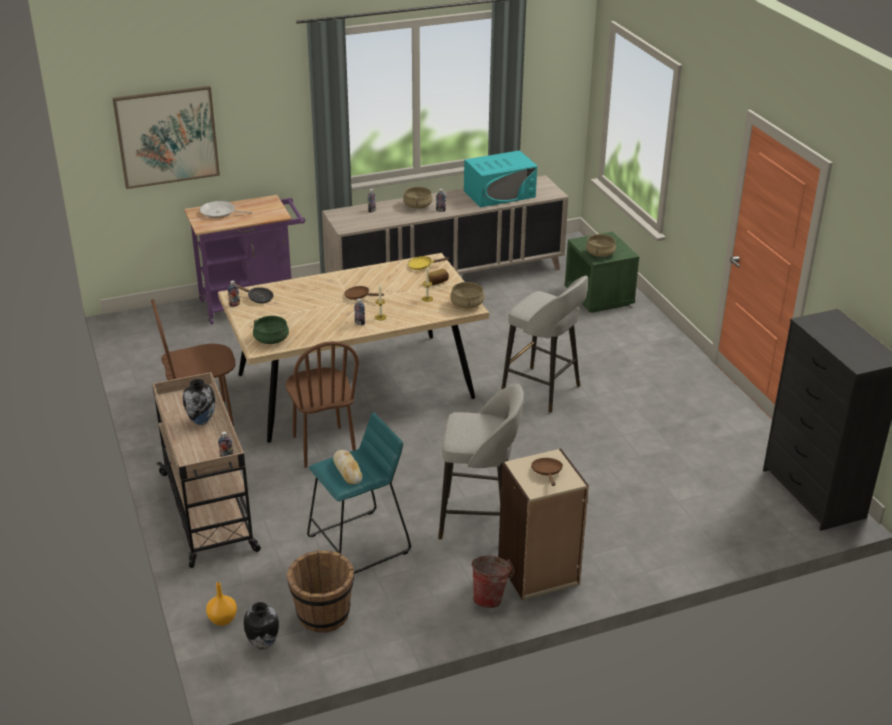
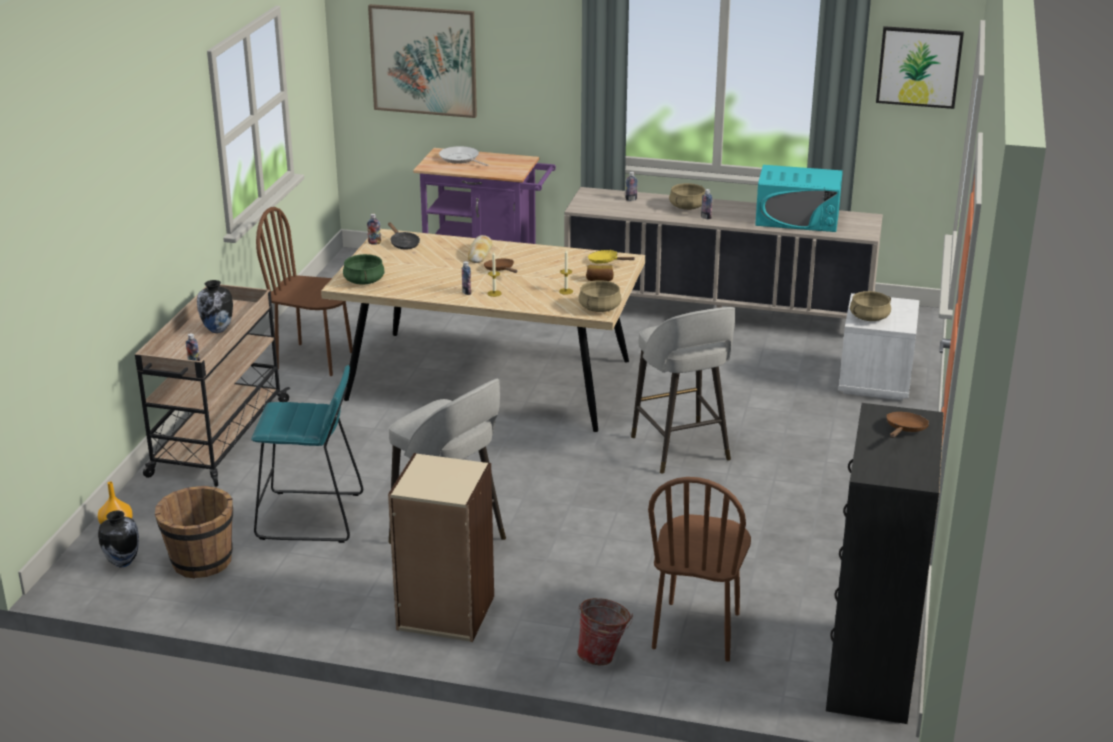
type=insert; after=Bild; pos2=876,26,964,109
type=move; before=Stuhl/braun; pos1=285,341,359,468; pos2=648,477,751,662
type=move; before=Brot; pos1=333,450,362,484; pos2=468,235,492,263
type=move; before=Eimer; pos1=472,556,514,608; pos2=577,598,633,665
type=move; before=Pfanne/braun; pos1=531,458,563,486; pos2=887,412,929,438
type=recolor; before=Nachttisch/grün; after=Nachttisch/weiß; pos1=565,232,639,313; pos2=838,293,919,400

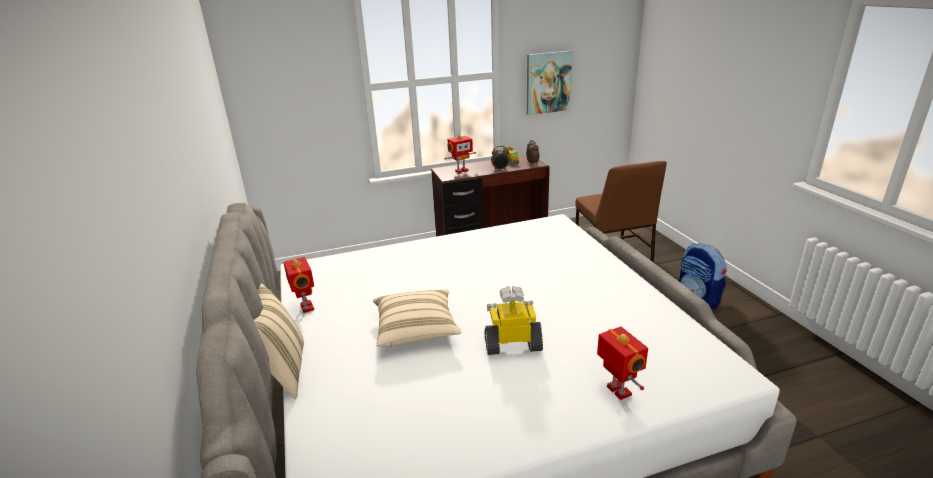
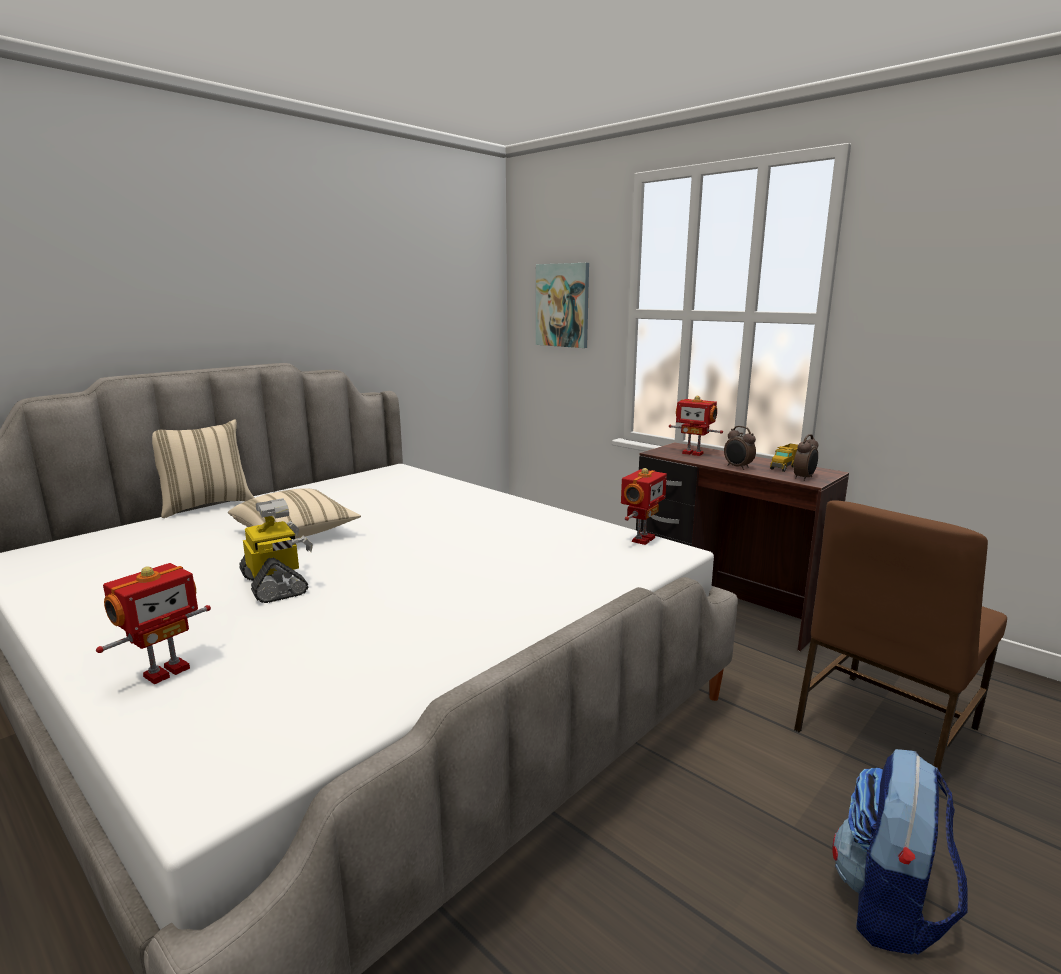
type=move; before=Spielzeugroboter; pos1=283,257,314,313; pos2=621,468,667,545
type=move; before=Bild; pos1=527,50,573,115; pos2=536,263,589,348

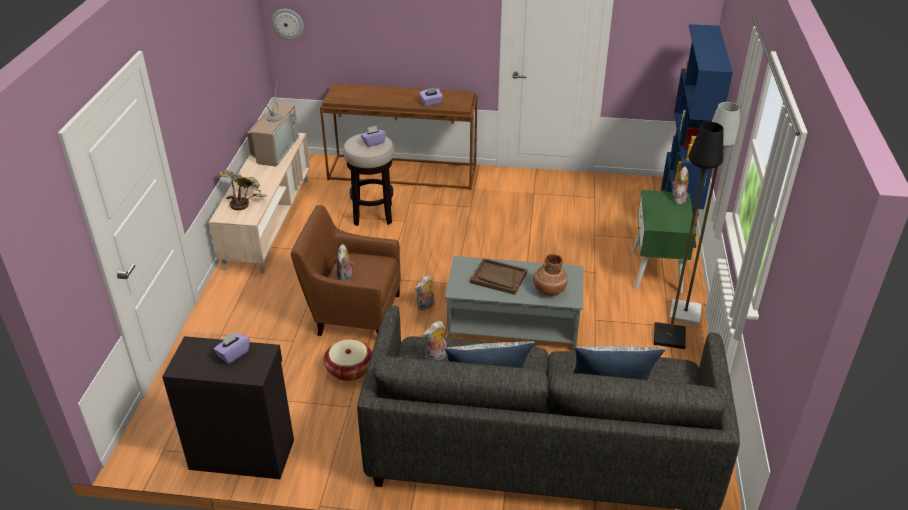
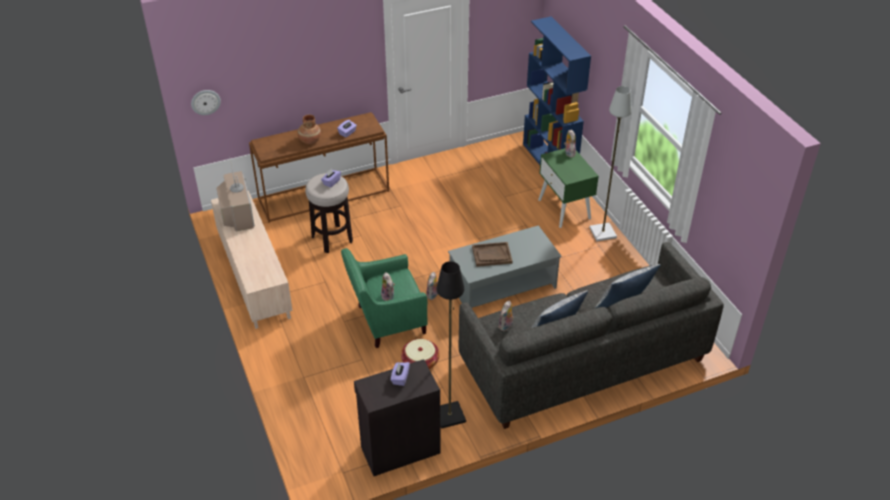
type=delete; before=Topfpflanze; pos1=218,170,267,210
type=move; before=Vase/braun; pos1=533,254,568,296; pos2=297,115,321,144
type=move; before=Stehlampe/schwarz; pos1=654,122,723,349; pos2=436,261,466,429
type=recolor; before=Sessel/braun; after=Sessel/grün; pos1=291,205,401,336; pos2=341,248,428,348

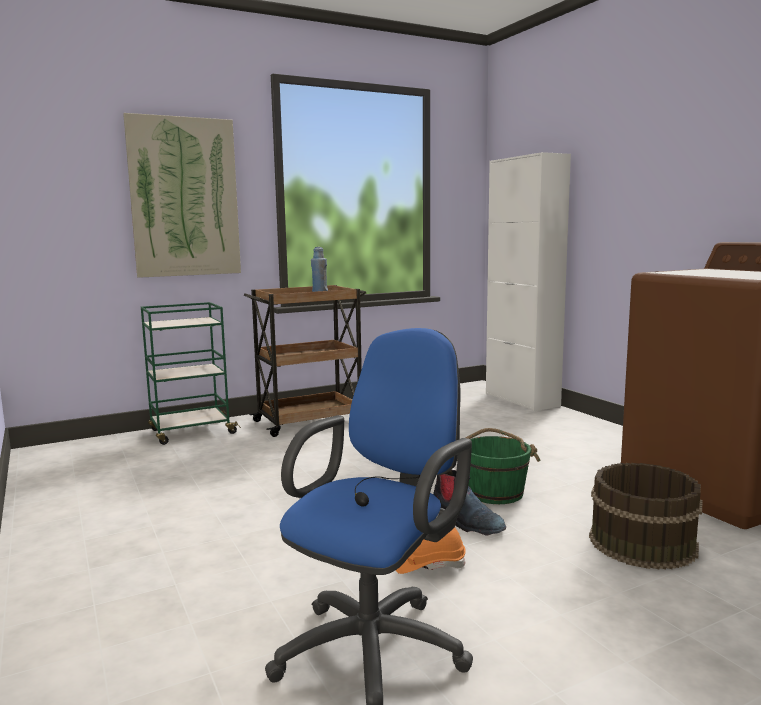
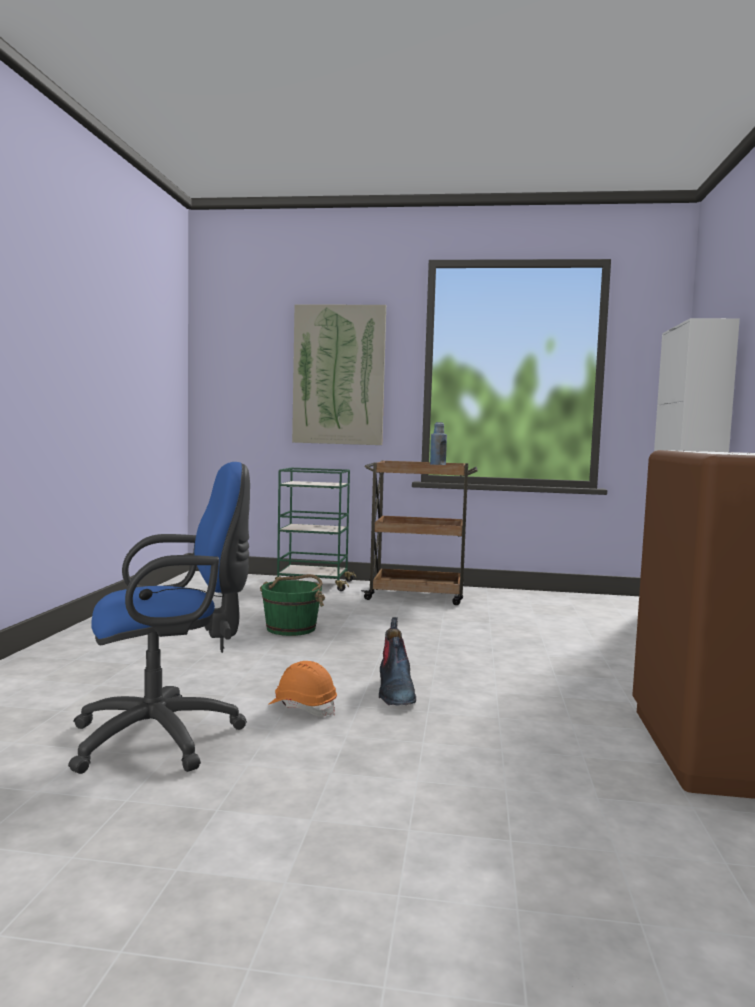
type=delete; before=Eimer/braun; pos1=589,463,702,570
type=move; before=Eimer/grün; pos1=466,428,540,504; pos2=260,574,325,636

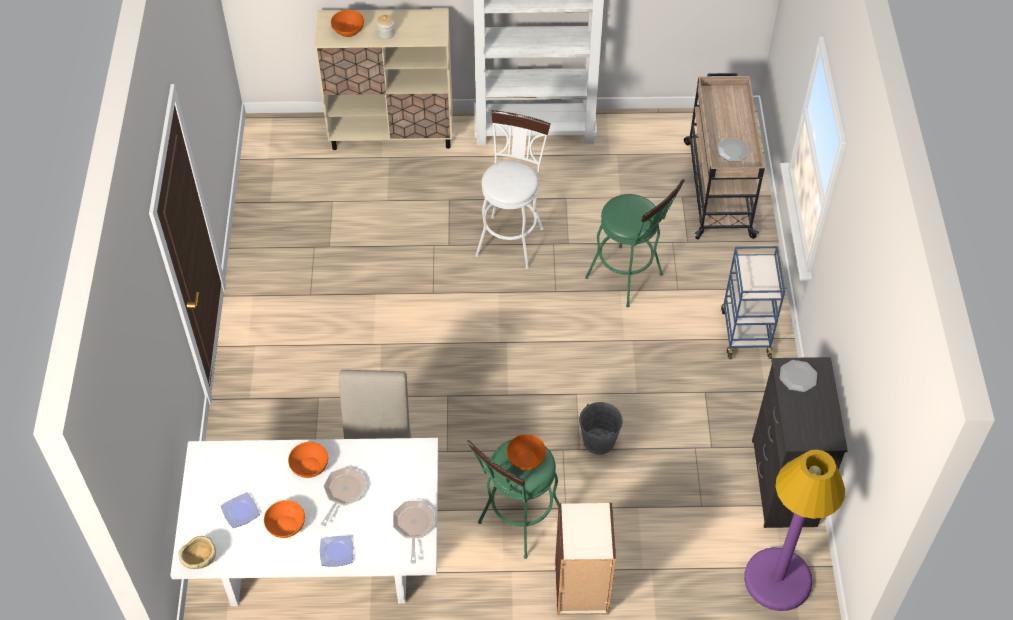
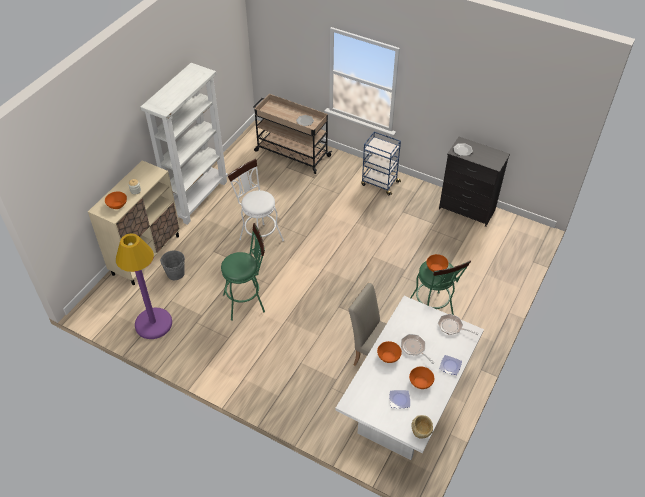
type=delete; before=Bücherregal; pos1=555,503,616,615
type=move; before=Eimer/grau; pos1=579,402,623,455; pos2=160,250,185,280
type=move; before=Hocker/grün; pos1=585,179,685,307; pos2=221,223,265,321
type=move; before=Stehlampe/lila; pos1=744,450,845,611; pos2=116,233,172,339

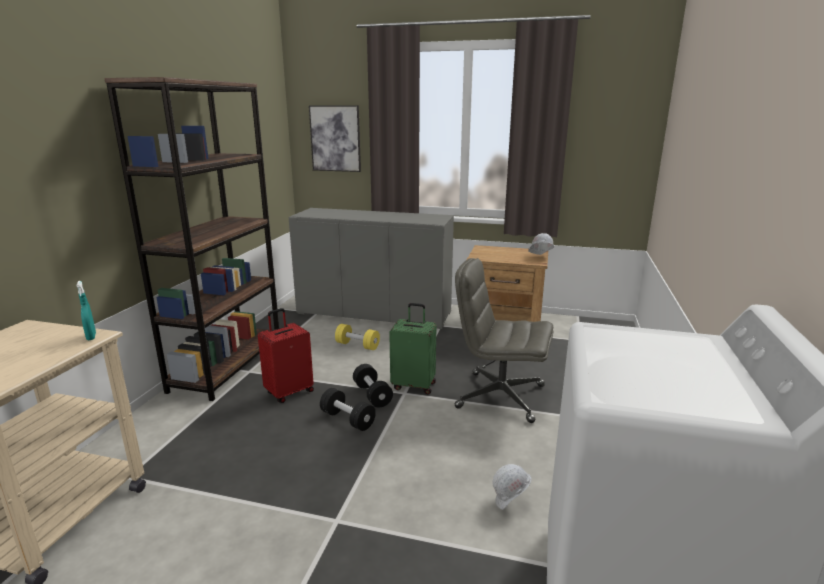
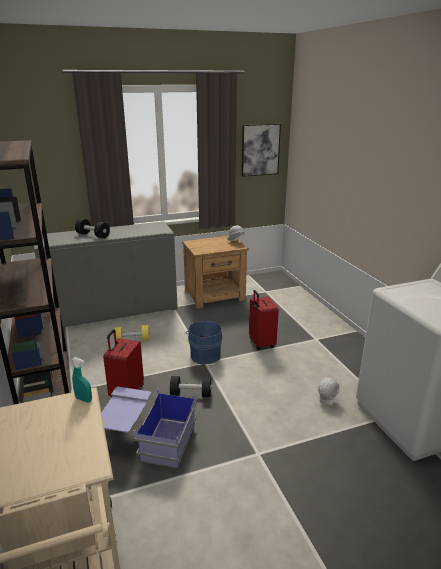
type=insert; after=Aufbewahrungsbox/blau; pos2=101,387,198,468
type=move; before=Bild; pos1=309,105,361,172; pos2=242,124,281,177
type=move; before=Hantel/schwarz; pos1=353,364,393,407; pos2=75,219,110,239
type=replace; before=Koffer/grün; after=Eimer/blau; pos1=389,303,437,394; pos2=186,321,222,365
type=replace; before=Bürostuhl/grau; after=Koffer/rot; pos1=455,258,553,423; pos2=249,290,279,350

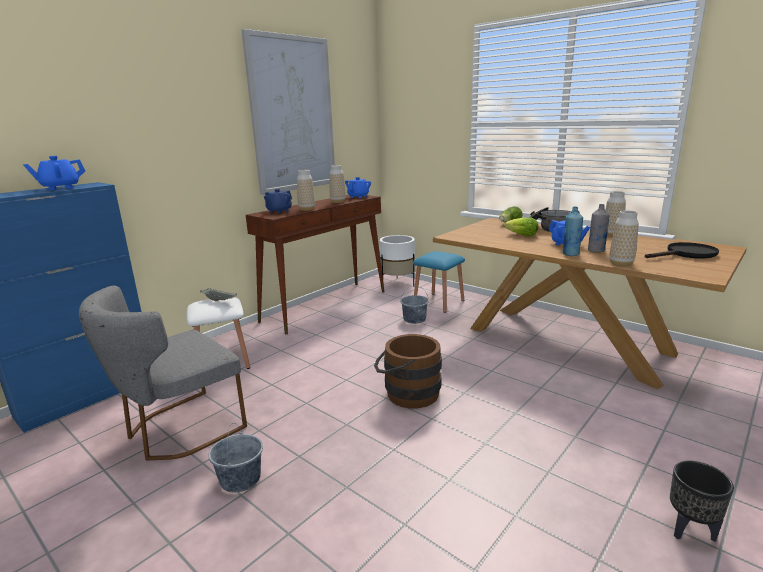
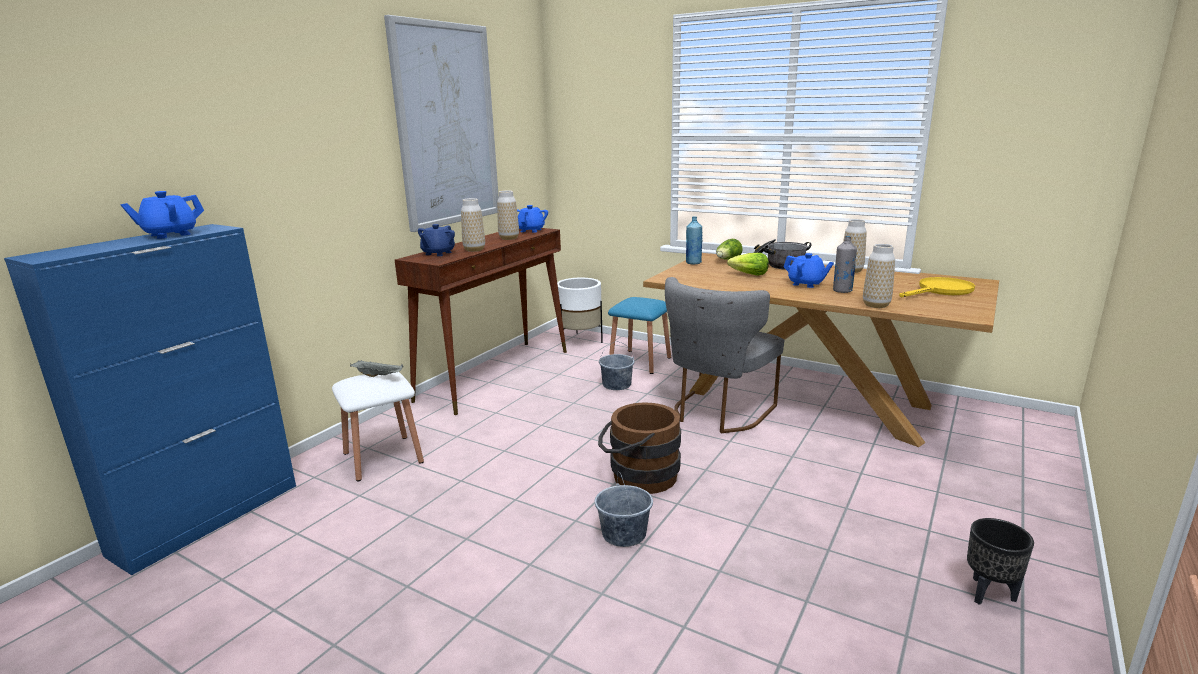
type=move; before=Stuhl/grau; pos1=79,286,247,460; pos2=665,277,784,433
type=move; before=Eimer/grau; pos1=208,423,263,492; pos2=595,471,653,547
type=move; before=Flasche/blau; pos1=563,207,583,256; pos2=686,217,703,265
type=recolor; before=Pfanne/schwarz; after=Pfanne/gelb; pos1=645,242,719,259; pos2=899,277,975,297

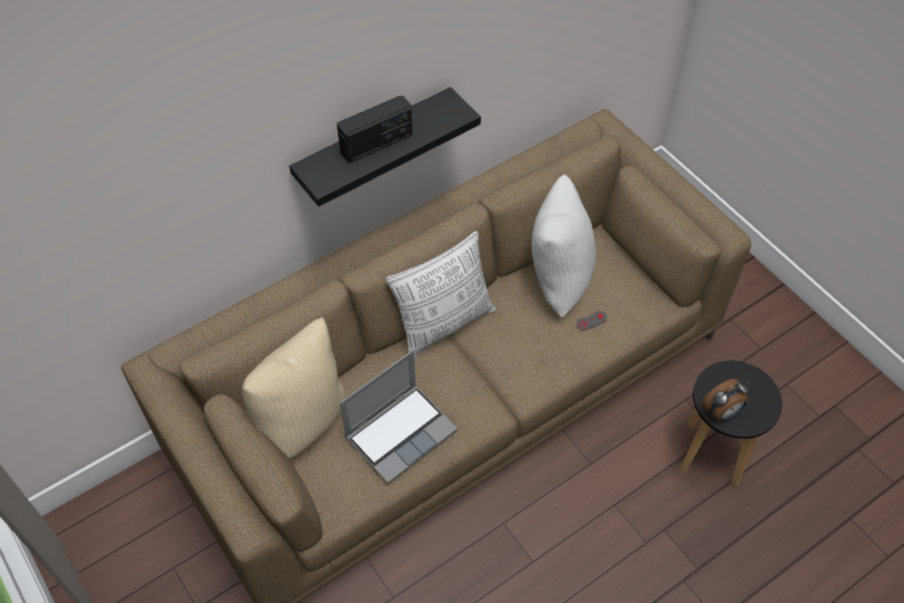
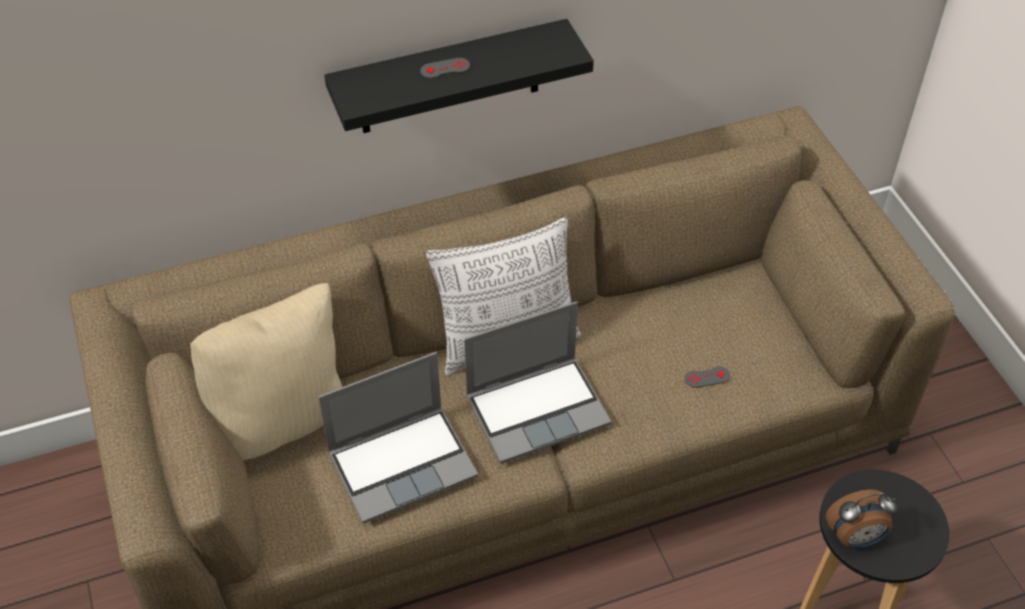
type=delete; before=Kissen/weiß; pos1=532,174,596,317
type=insert; after=Laptop; pos2=464,301,612,464
type=replace; before=Radio; after=Gamepad/grau; pos1=337,95,413,163; pos2=420,58,470,79

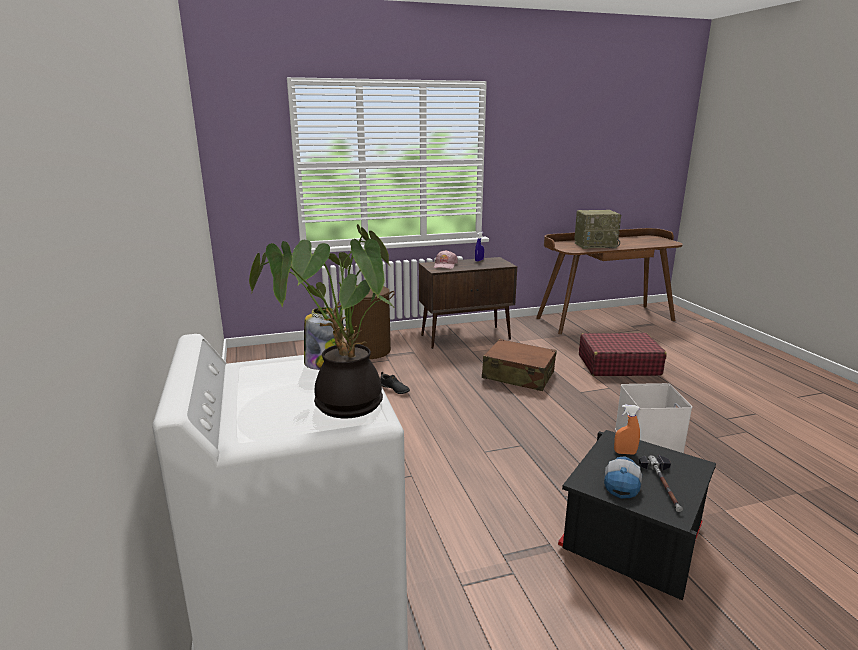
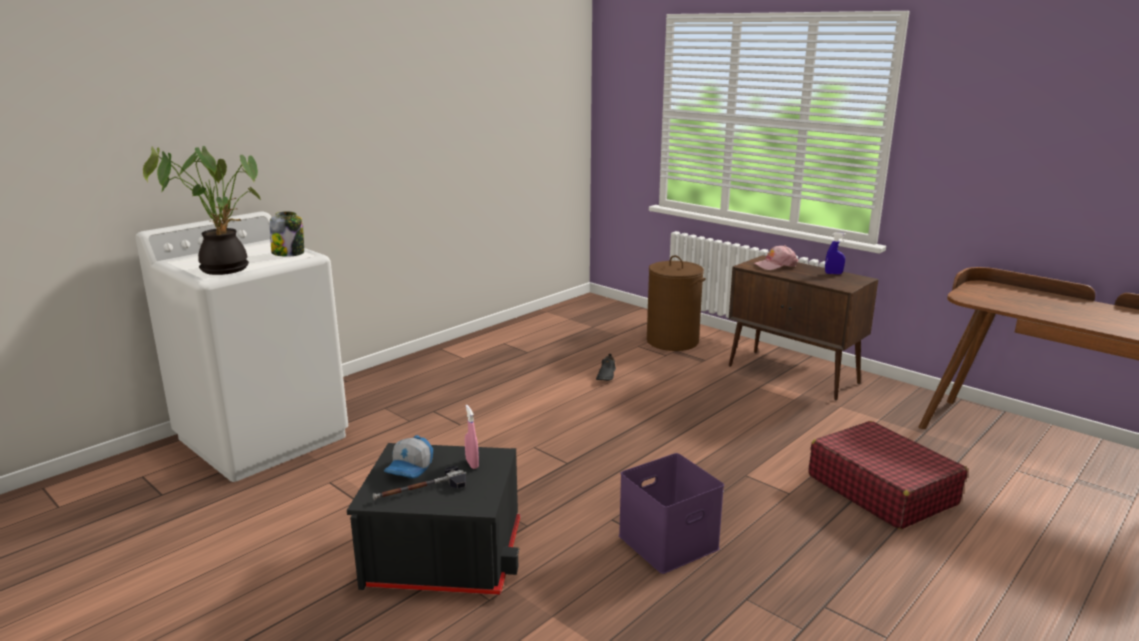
type=delete; before=Koffer/braun; pos1=482,339,557,391
type=delete; before=Radio; pos1=574,210,621,249
type=recolor; before=Sprühflasche/orange; after=Sprühflasche/rosa; pos1=614,405,640,455; pos2=465,405,479,469
type=recolor; before=Aufbewahrungsbox/weiß; after=Aufbewahrungsbox/lila; pos1=615,383,692,453; pos2=619,453,724,574
type=rotate; before=Kappe; pos1=604,456,642,499; pos2=384,435,433,479; turn=120

